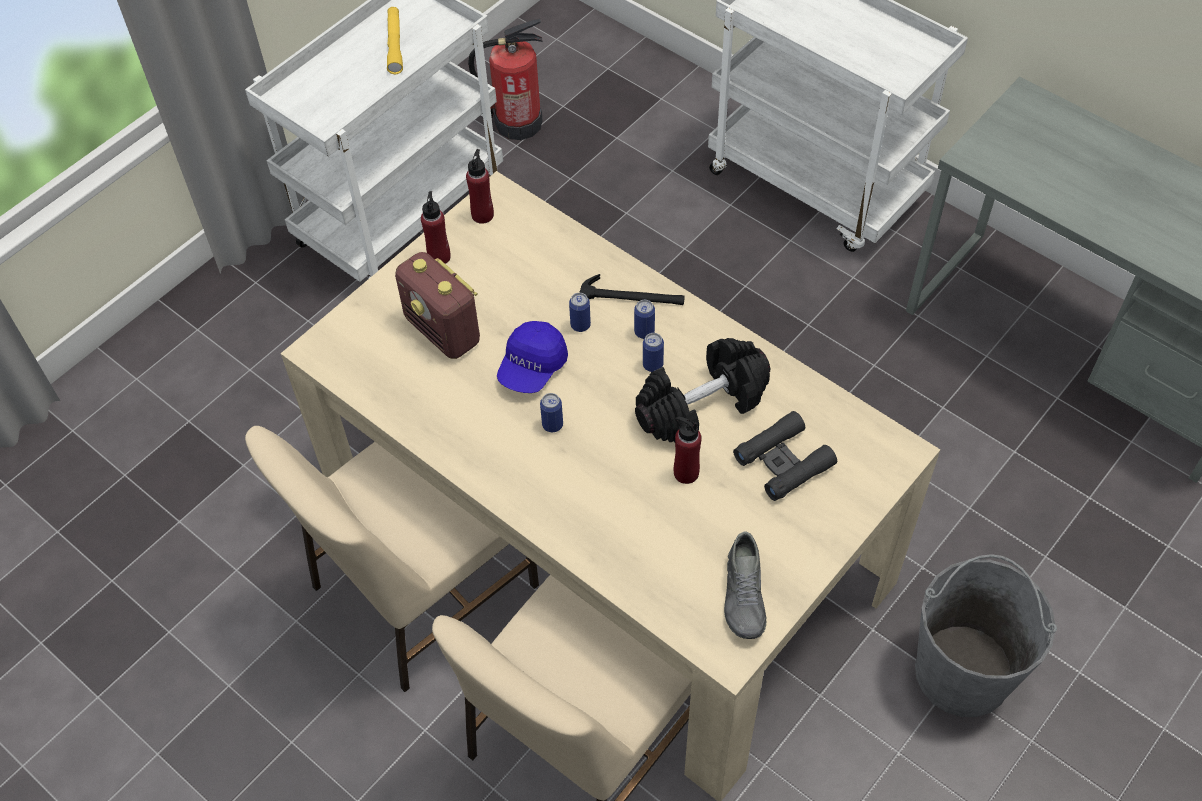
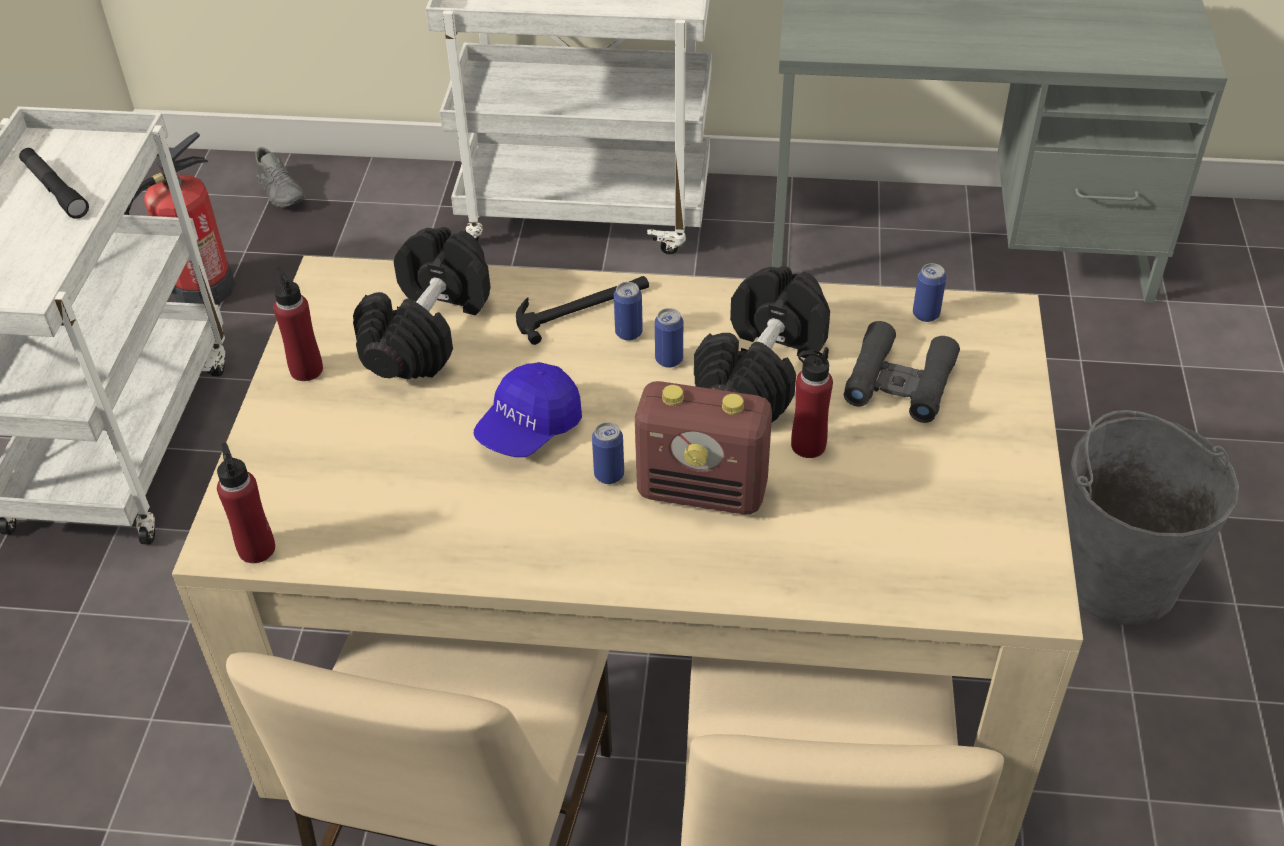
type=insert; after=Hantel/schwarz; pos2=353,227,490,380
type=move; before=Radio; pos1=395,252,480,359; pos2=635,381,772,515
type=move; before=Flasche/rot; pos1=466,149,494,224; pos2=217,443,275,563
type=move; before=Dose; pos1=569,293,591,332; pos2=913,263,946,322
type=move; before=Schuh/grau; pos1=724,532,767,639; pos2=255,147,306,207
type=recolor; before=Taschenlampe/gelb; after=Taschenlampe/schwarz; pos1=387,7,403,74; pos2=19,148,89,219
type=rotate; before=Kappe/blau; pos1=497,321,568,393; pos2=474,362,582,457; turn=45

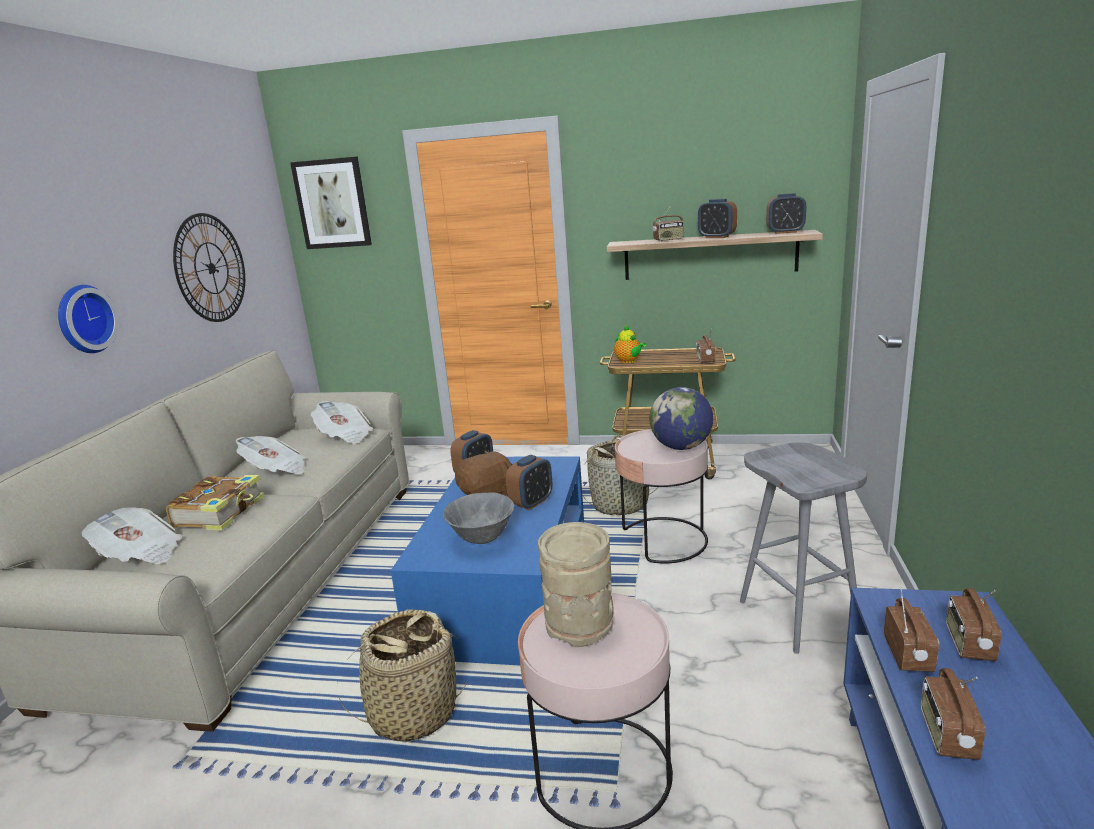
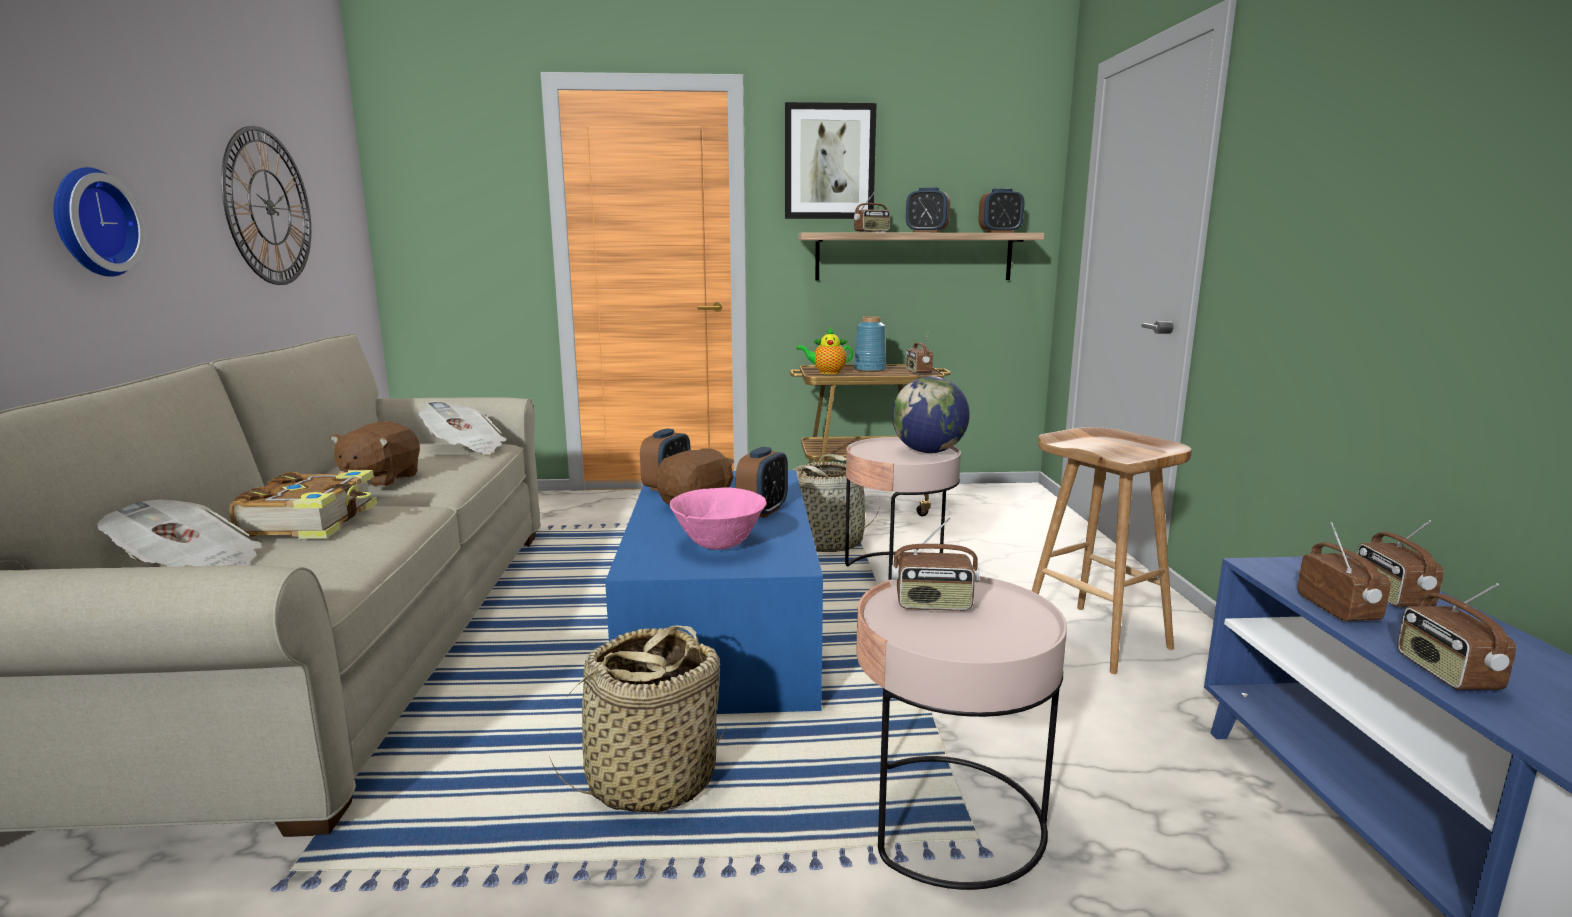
type=insert; after=Vase/blau; pos2=854,316,886,372
type=move; before=Bild; pos1=290,157,372,249; pos2=785,102,877,219
type=replace; before=Zeitung; after=Plüschtier/braun; pos1=236,436,306,474; pos2=330,421,420,488
type=replace; before=Vase/beige; after=Radio; pos1=538,522,613,647; pos2=891,517,979,611
type=recolor; before=Schüssel/grau; after=Schüssel/rosa; pos1=443,493,514,544; pos2=670,487,767,550
type=recolor; before=Hocker/grau; after=Hocker/braun; pos1=740,442,867,654; pos2=1032,427,1192,674
type=rotate; before=Teekanne; pos1=614,325,646,363; pos2=796,327,853,375; turn=135

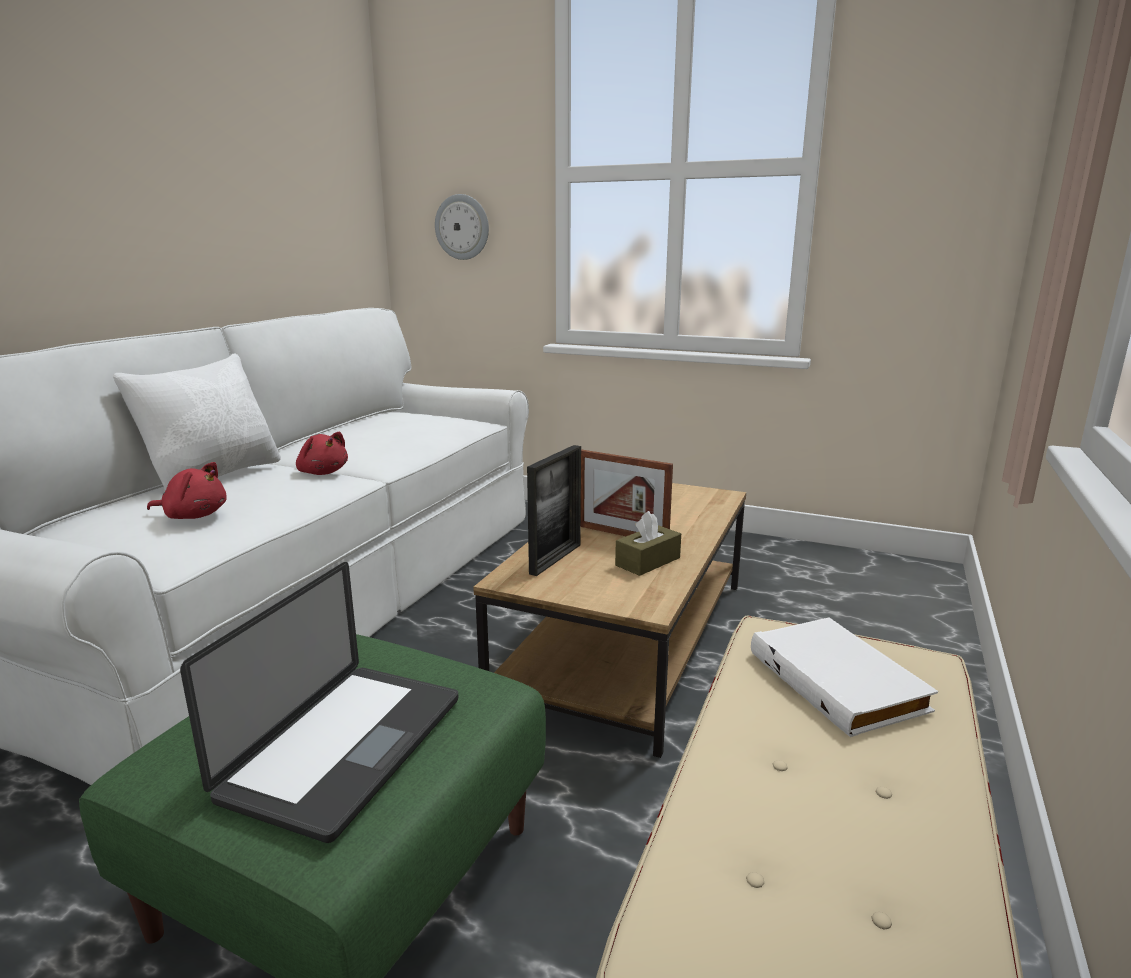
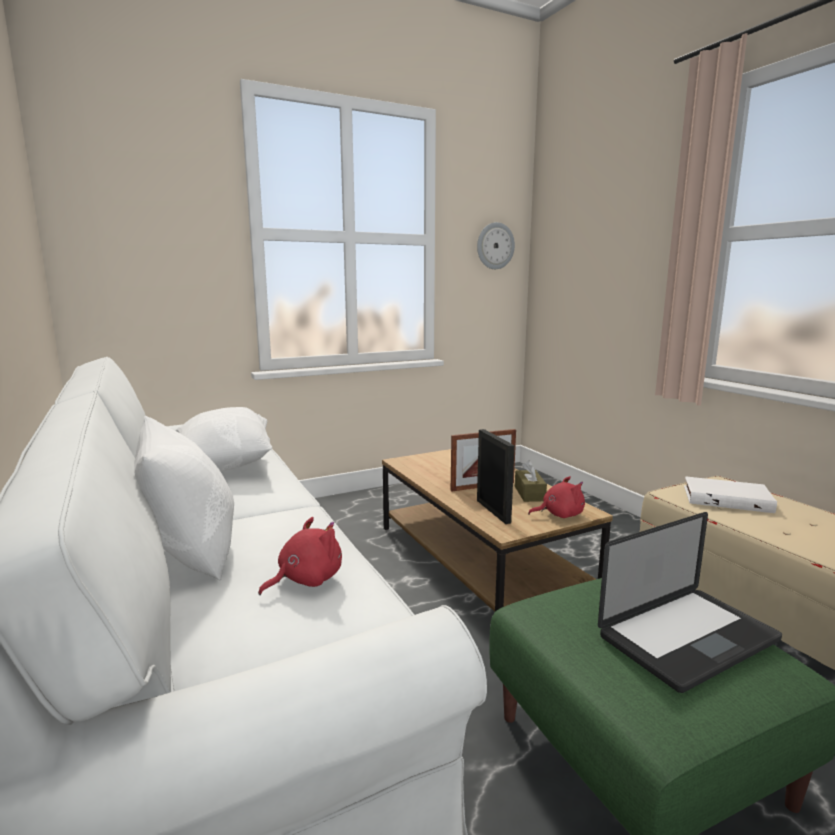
type=insert; after=Kissen/weiß; pos2=176,407,272,471
type=move; before=Plüschtier/rot; pos1=296,431,348,475; pos2=528,476,585,518
type=move; before=Wanduhr; pos1=435,194,489,260; pos2=477,222,515,269
type=rotate; before=Laptop; pos1=180,562,458,843; pos2=598,512,782,693; turn=90

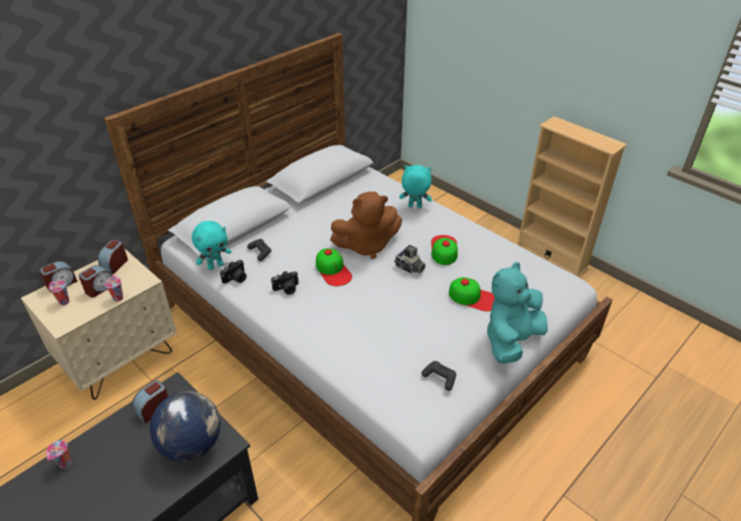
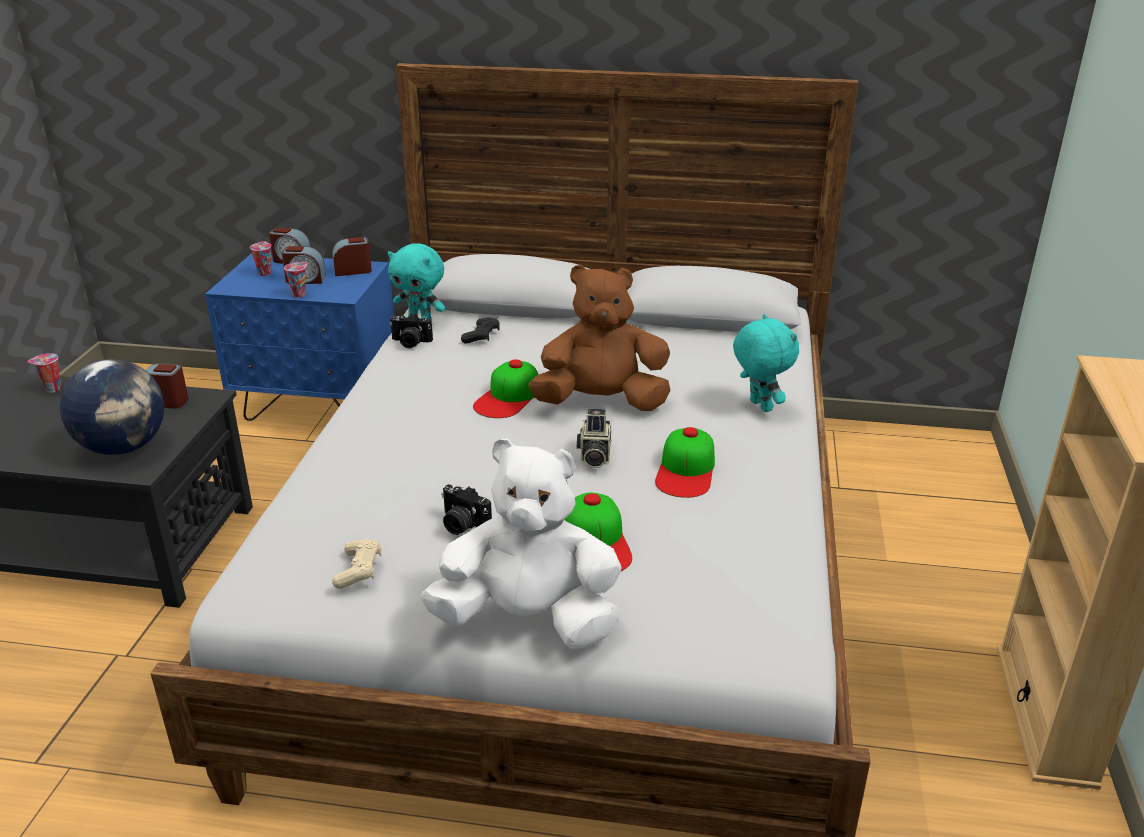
type=move; before=Kamera; pos1=271,271,299,295; pos2=441,484,492,535
type=recolor; before=Nachttisch/beige; after=Nachttisch/blau; pos1=21,248,177,400; pos2=205,254,394,421
type=recolor; before=Gamepad/schwarz; after=Gamepad/beige; pos1=421,361,456,391; pos2=332,539,381,589
type=recolor; before=Plüschtier/türkis; after=Plüschtier/weiß; pos1=487,262,548,364; pos2=421,439,622,649
type=rotate; before=Plüschtier/braun; pos1=330,192,402,259; pos2=529,265,671,411; turn=135
type=rotate; before=Kappe; pos1=431,235,458,265; pos2=655,427,715,498; turn=135

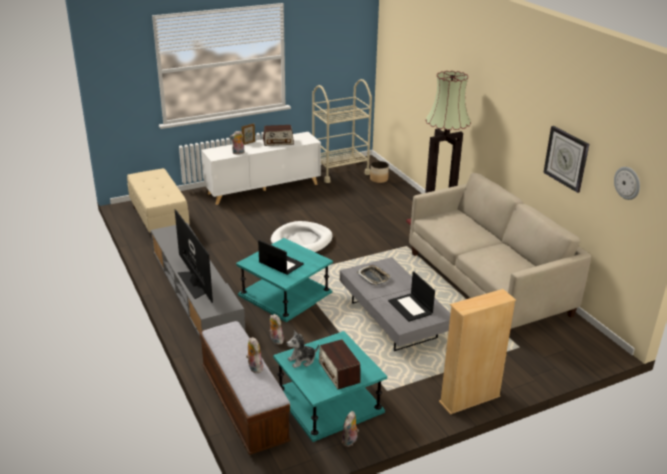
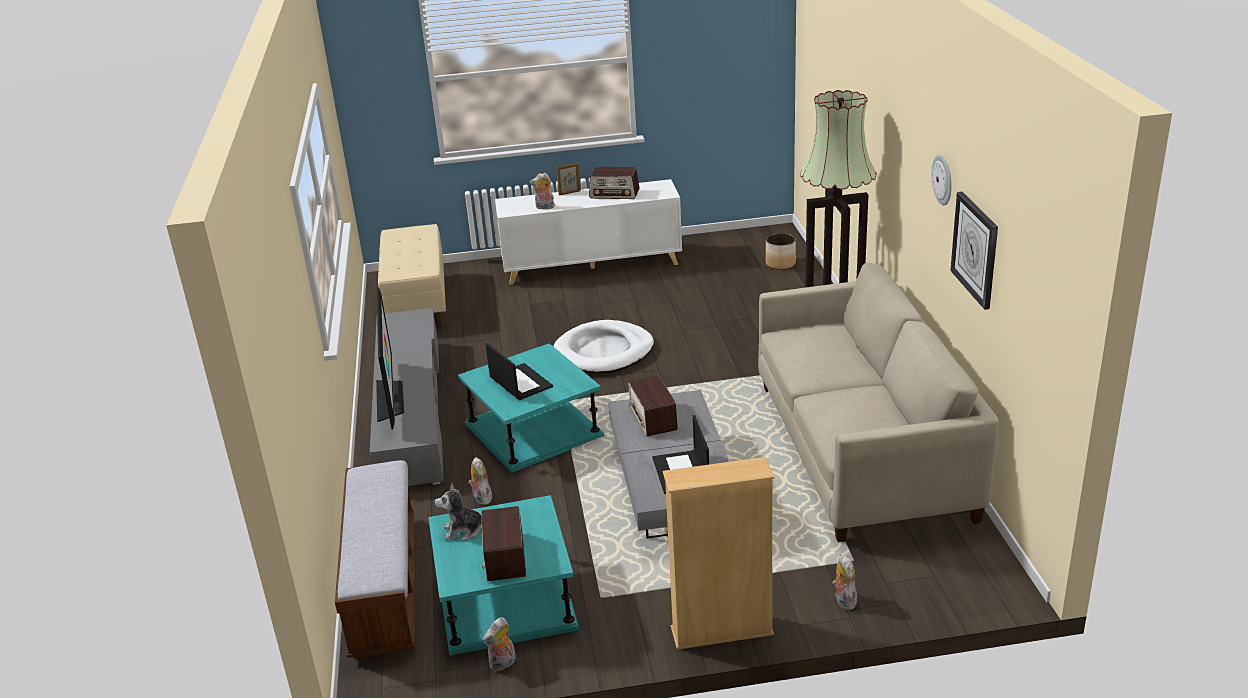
type=delete; before=Rollwagen/beige; pos1=312,79,372,183
type=move; before=Plüschtier; pos1=246,337,263,373; pos2=832,555,857,610
type=move; before=Wanduhr; pos1=614,167,640,200; pos2=931,155,952,205
type=replace; before=Tablett; after=Radio; pos1=356,265,391,286; pos2=629,376,678,436

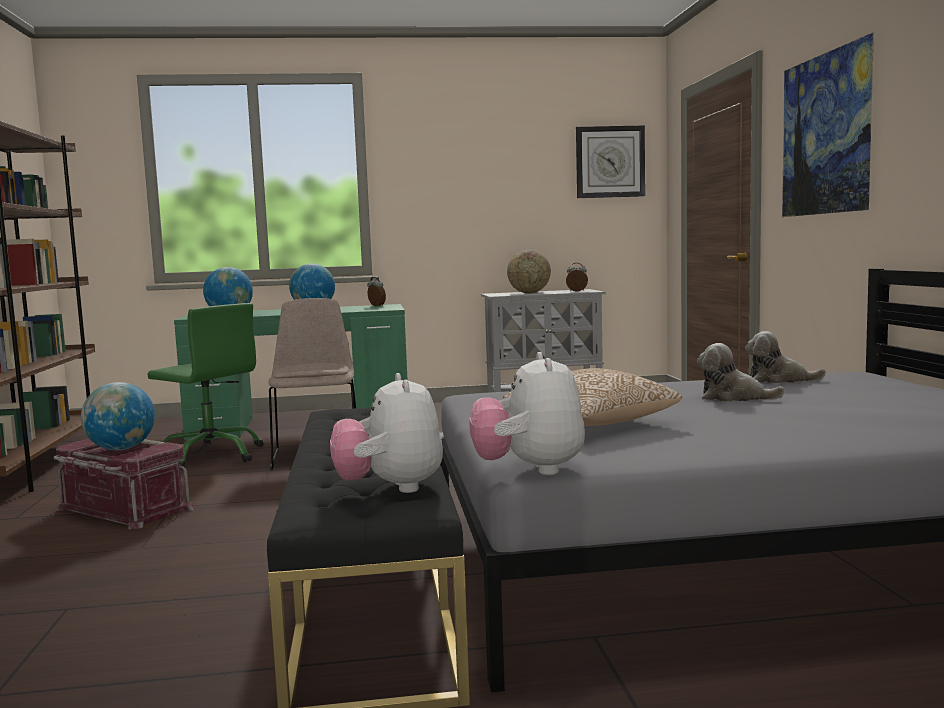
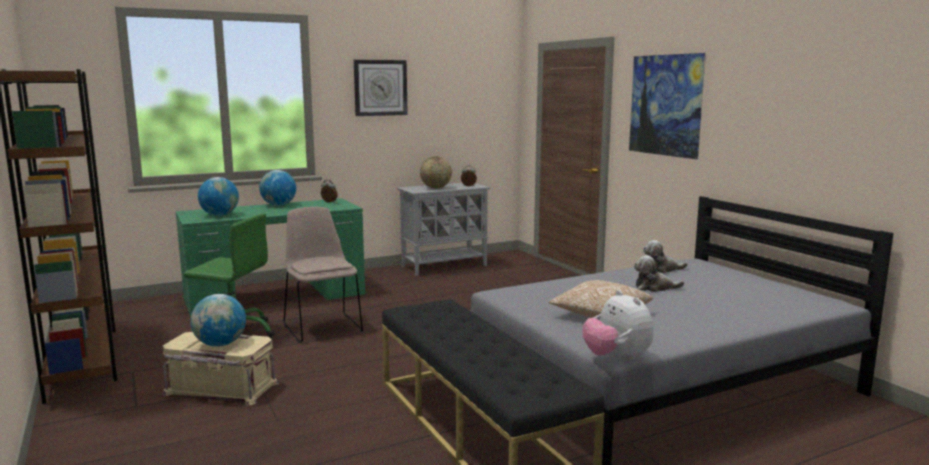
type=delete; before=Plüschtier; pos1=330,373,443,493
type=move; before=Wanduhr; pos1=576,126,645,198; pos2=354,60,408,116
type=recolor; before=Aufbewahrungsbox/rot; after=Aufbewahrungsbox/beige; pos1=53,439,195,529; pos2=162,331,279,406

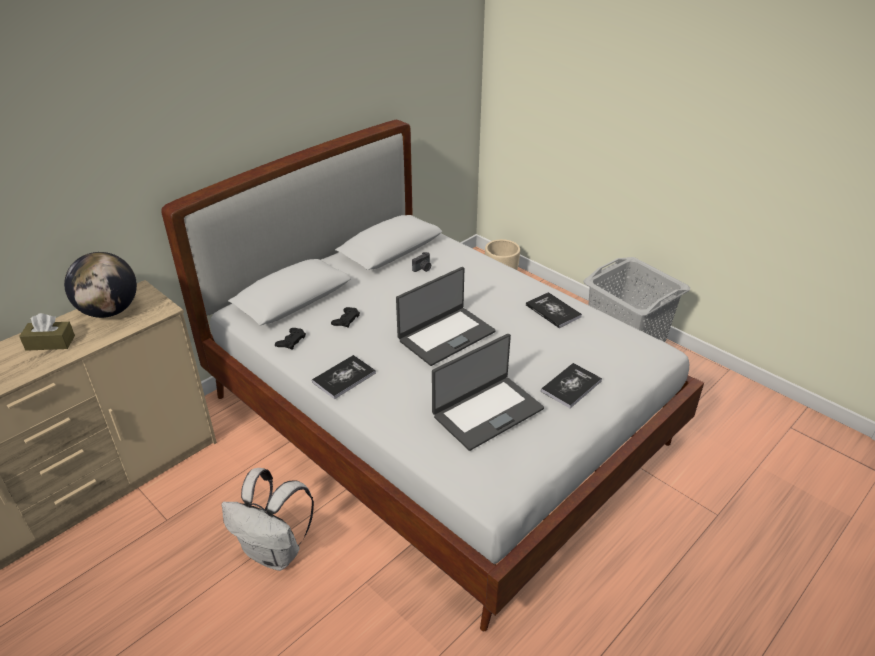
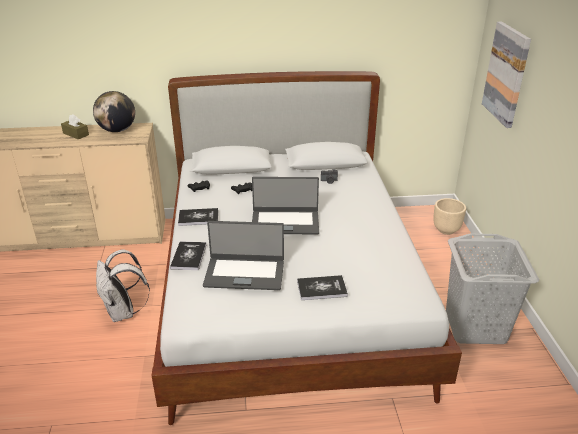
type=insert; after=Bild; pos2=482,22,531,128
type=move; before=Buch; pos1=526,292,582,328; pos2=170,241,206,270

